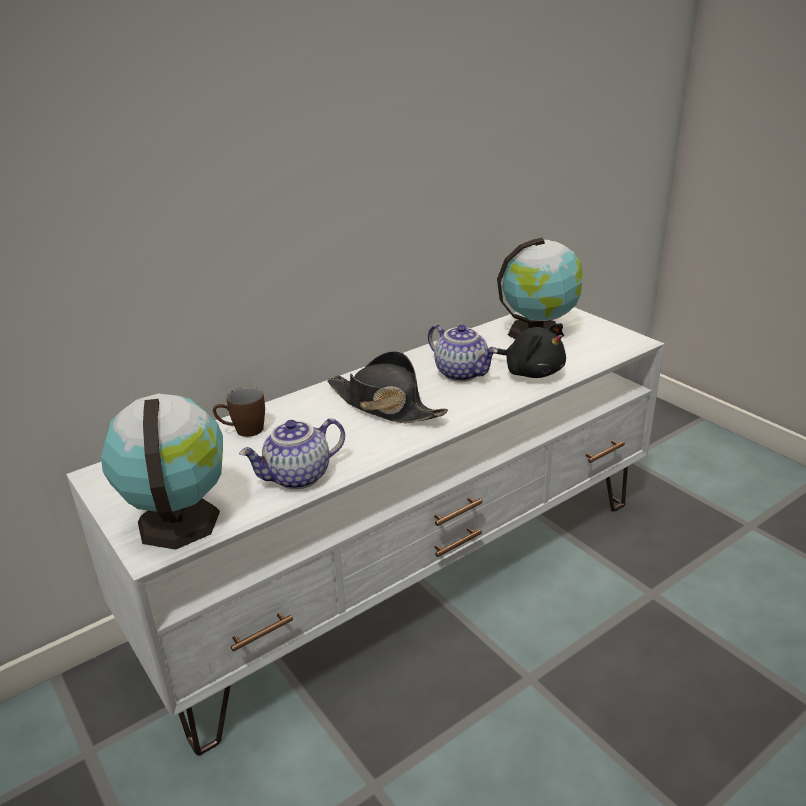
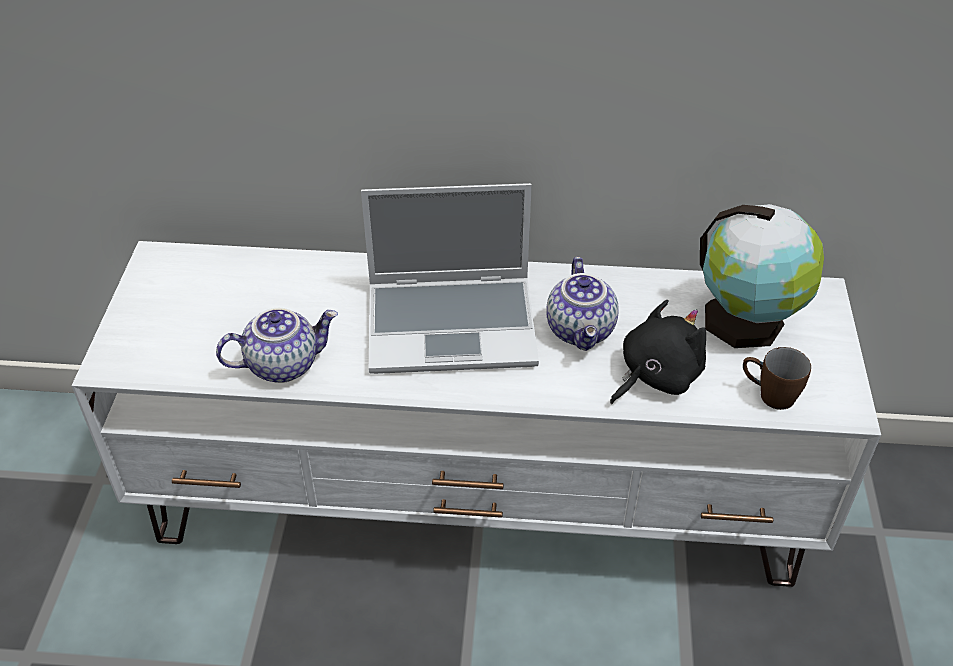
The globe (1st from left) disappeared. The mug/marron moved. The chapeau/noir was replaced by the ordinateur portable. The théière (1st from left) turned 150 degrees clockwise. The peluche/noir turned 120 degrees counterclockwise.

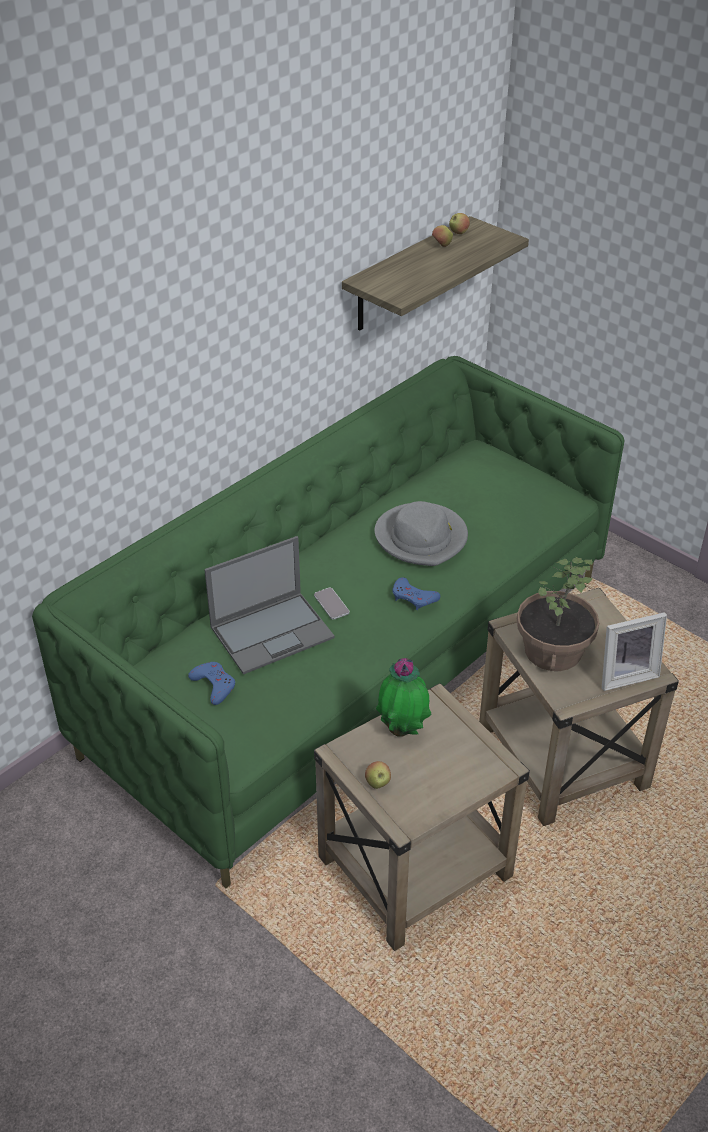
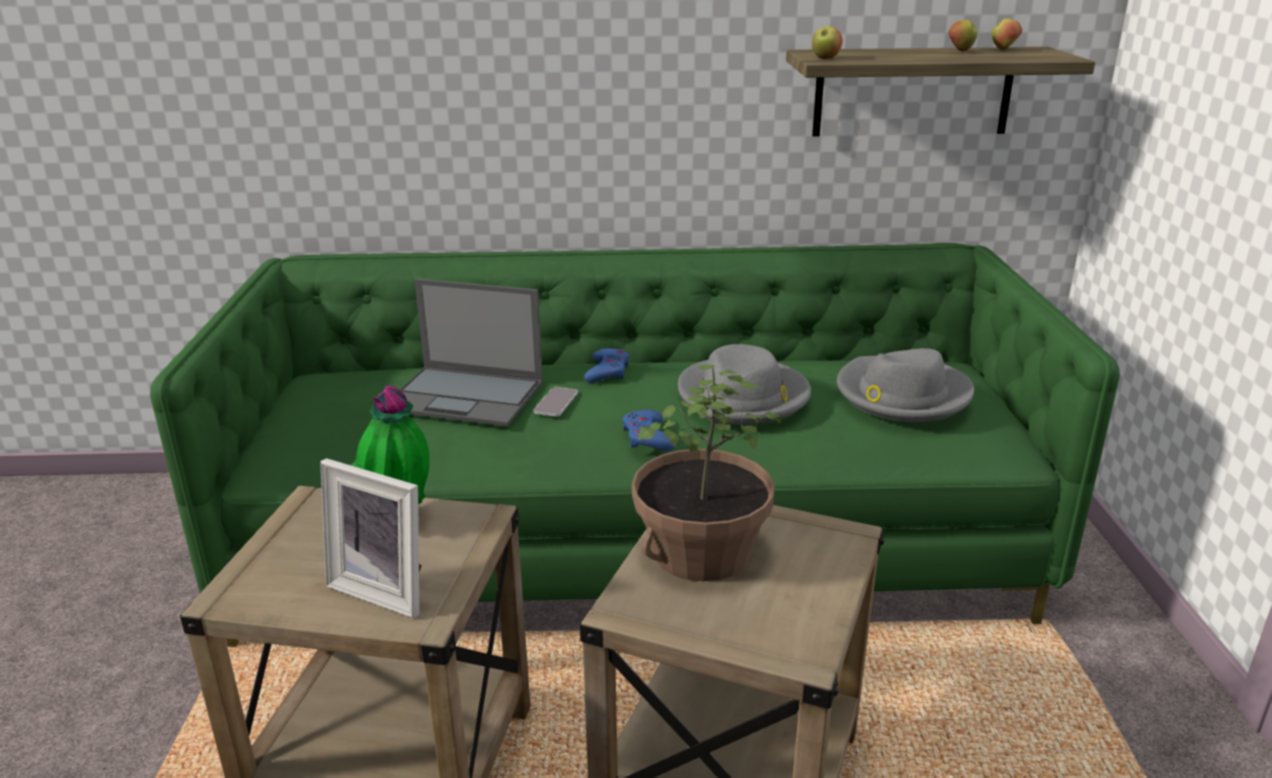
The chapeau/gris (2nd from left) appeared. The manette/bleu (1st from left) moved. The pomme (1st from left) moved. The cadre photo moved.

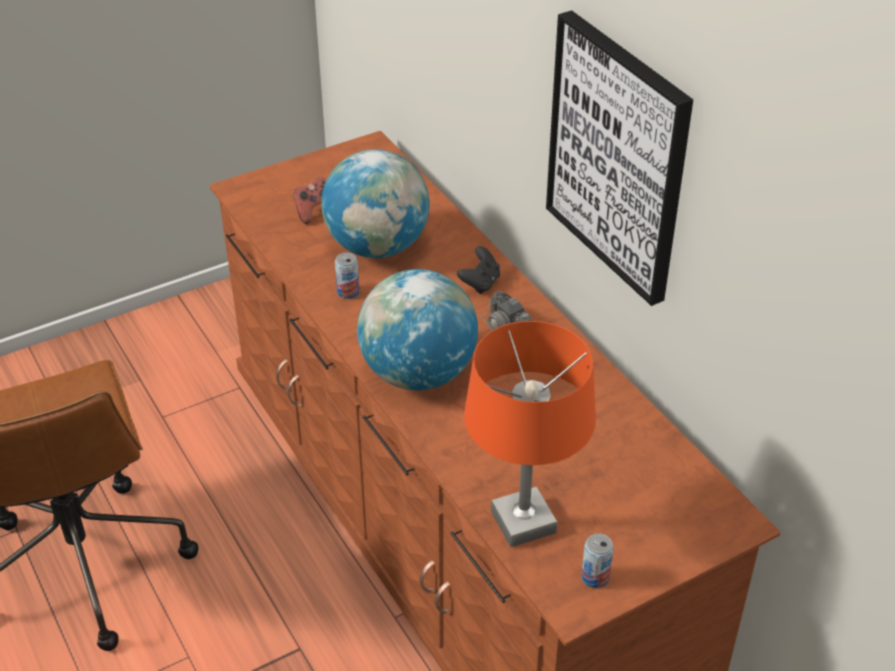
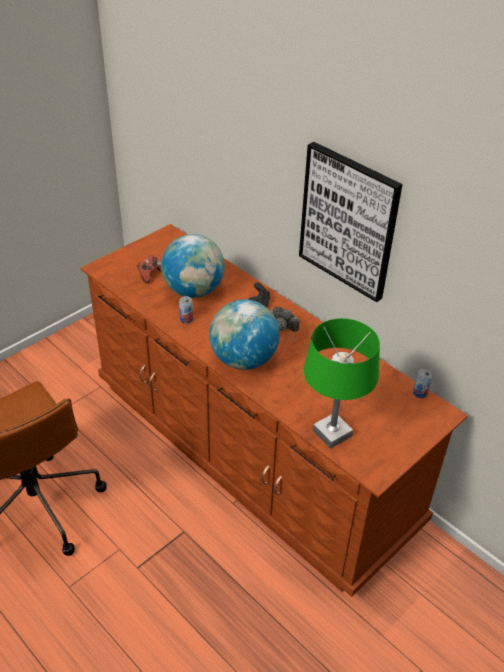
The boîte métallique (2nd from left) moved. The lampe de table/orange became the lampe de table/vert.

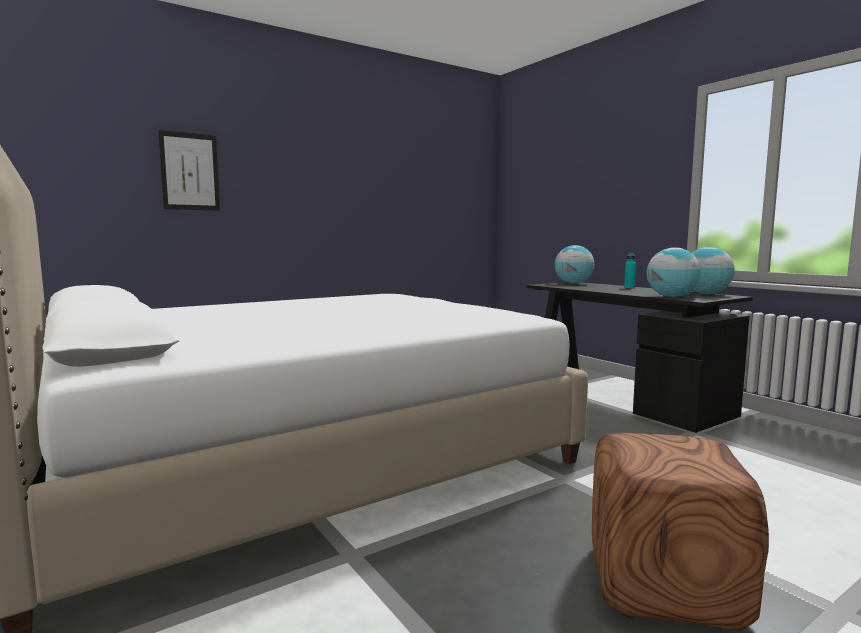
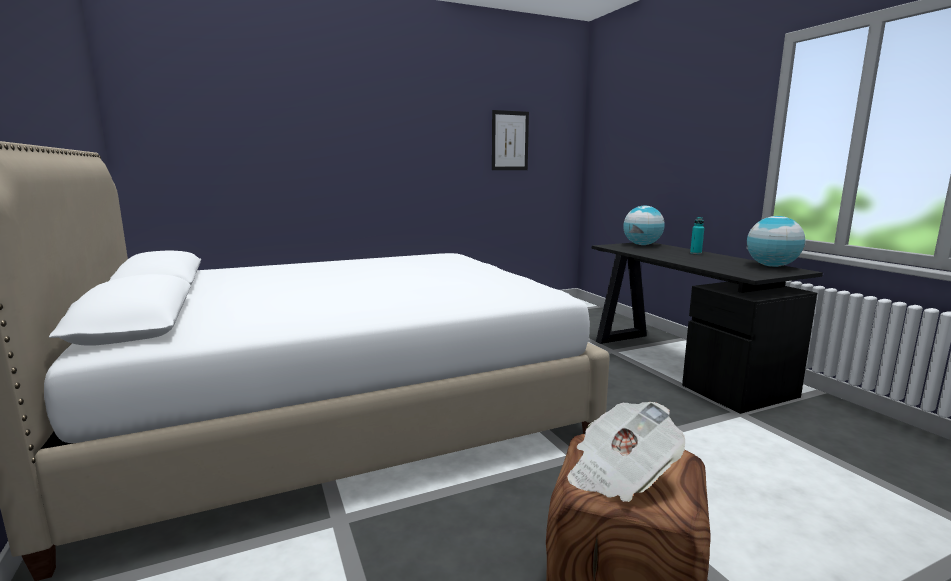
The globe (2nd from left) disappeared. The journal appeared. The tableau moved.

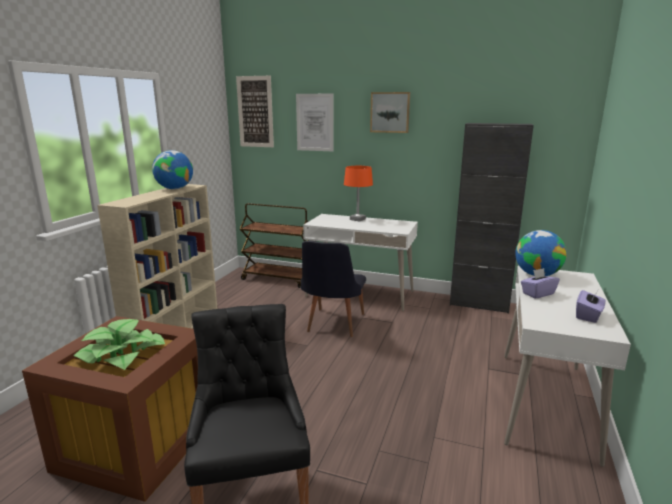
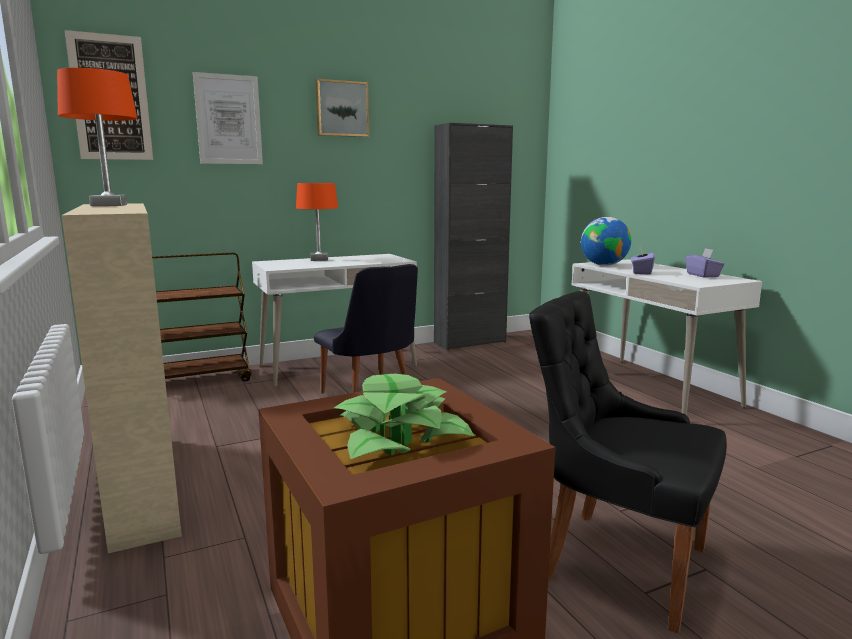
The globe (1st from left) was replaced by the lampe de table/orange (1st from left).

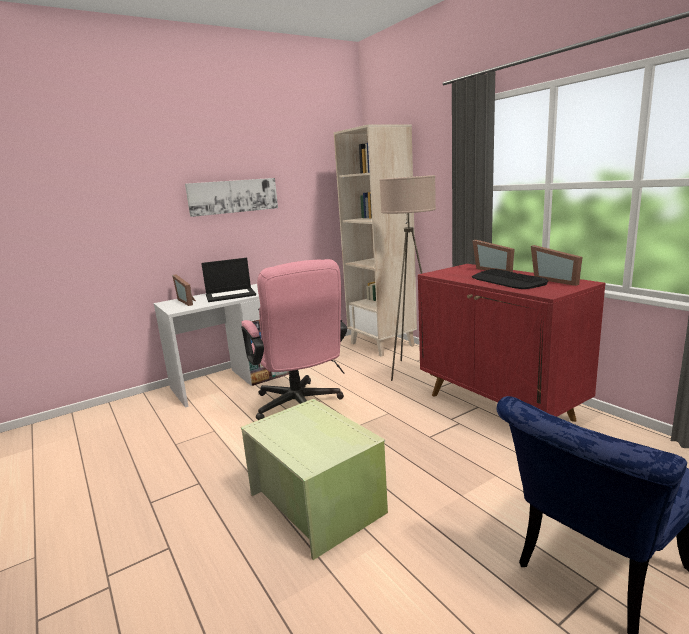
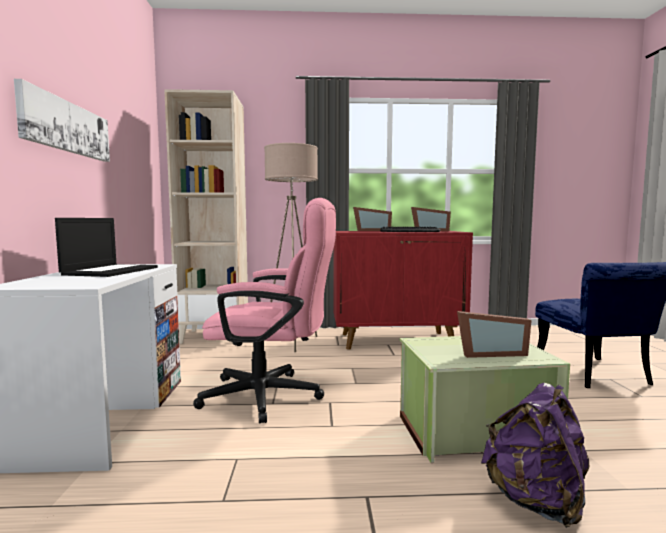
The sac à dos/violet appeared. The cadre photo (1st from left in the first image) moved.

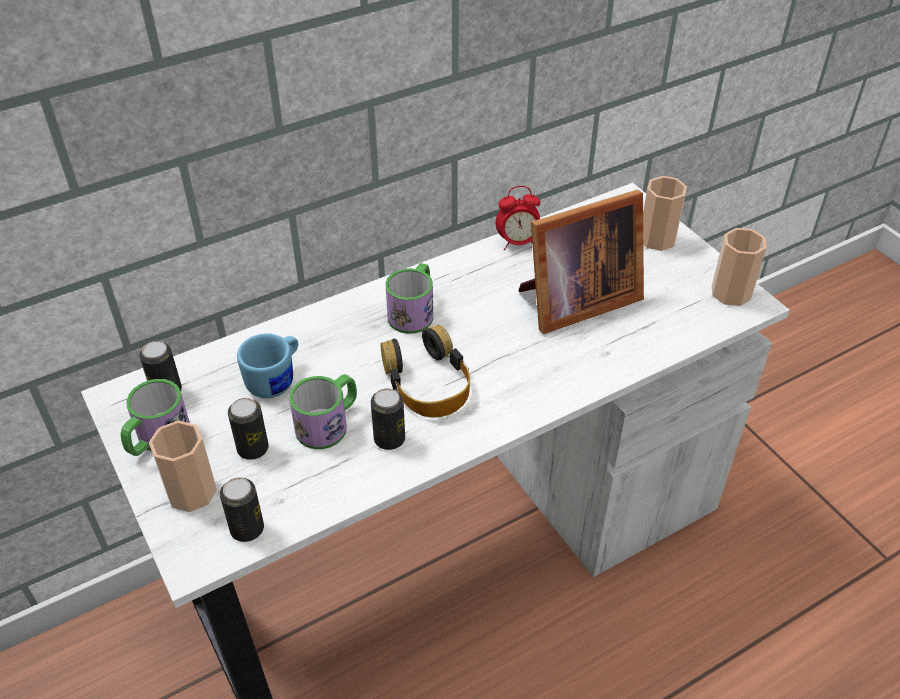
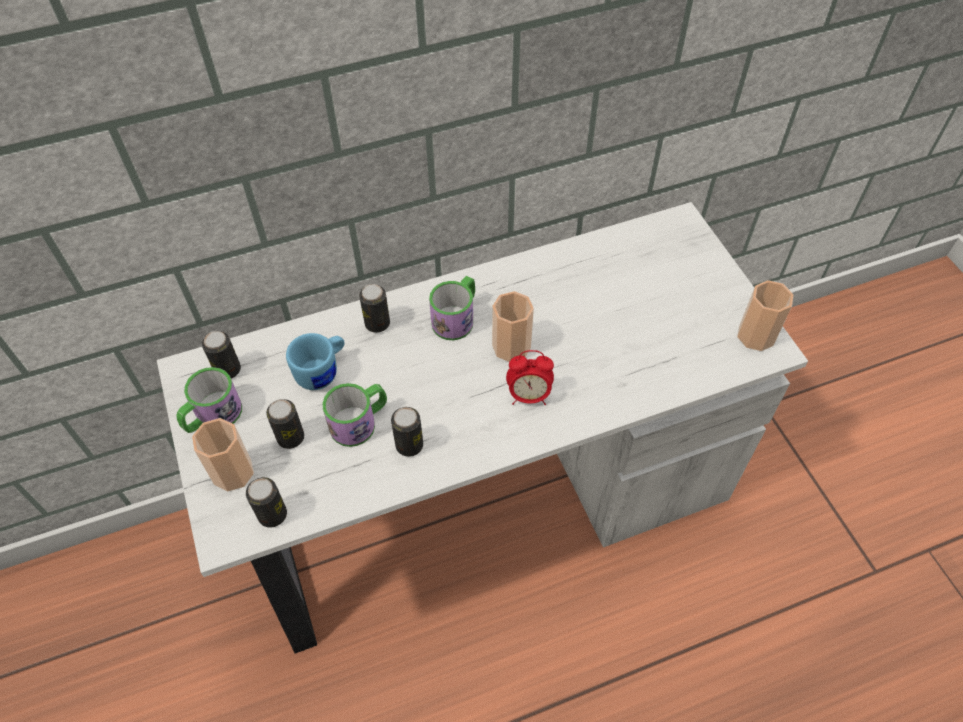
The casque audio disappeared. The cadre photo disappeared. The boîte métallique (4th from left) appeared. The réveil moved. The tasse (2nd from left) moved.

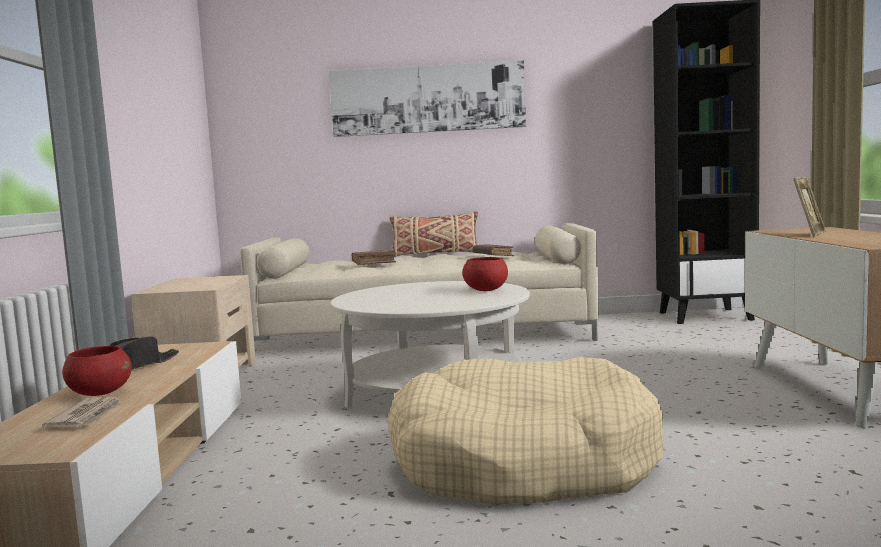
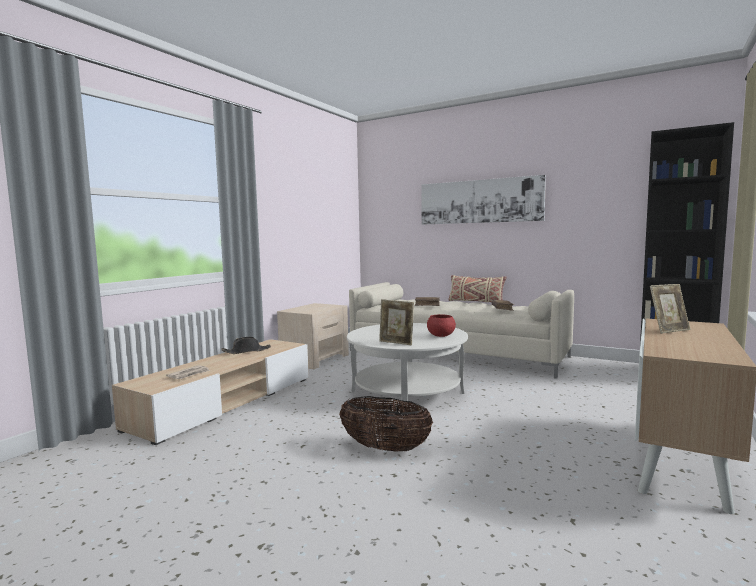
The bol/rouge (1st from left) disappeared. The cadre photo (1st from left) appeared. The panier pour chien/beige was replaced by the panier.

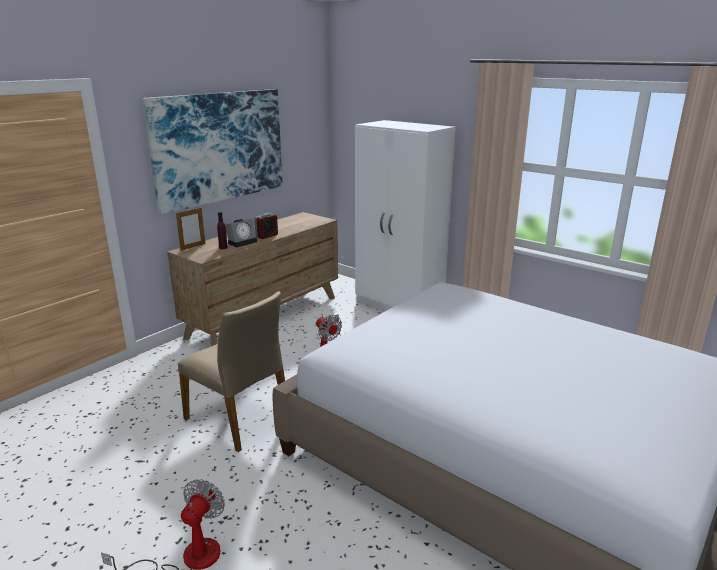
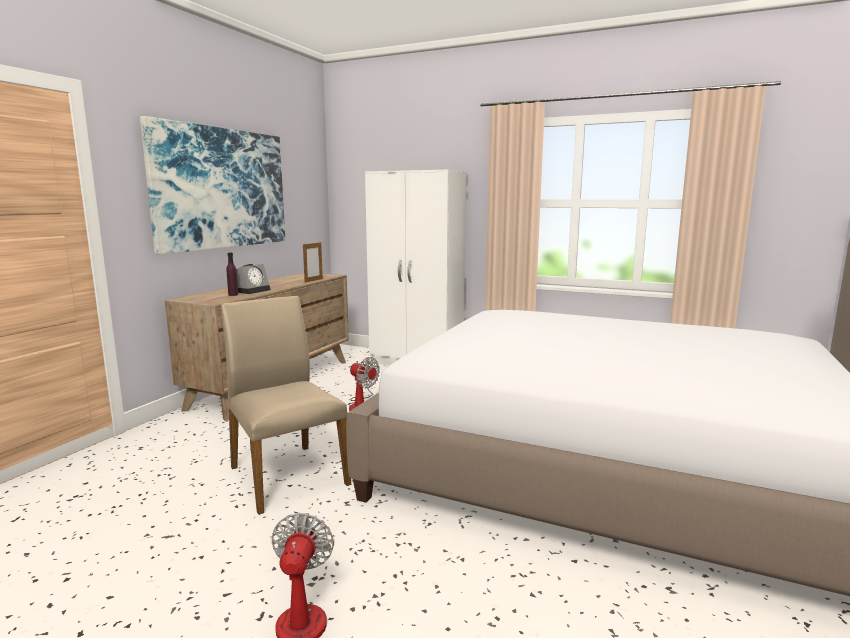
The réveil (2nd from left) disappeared. The cadre photo moved. The chaise/beige turned 150 degrees counterclockwise.

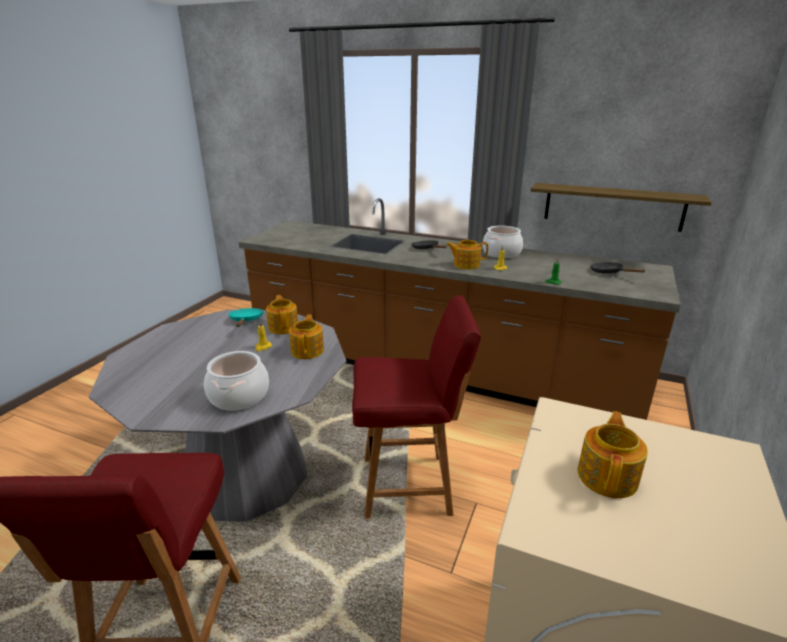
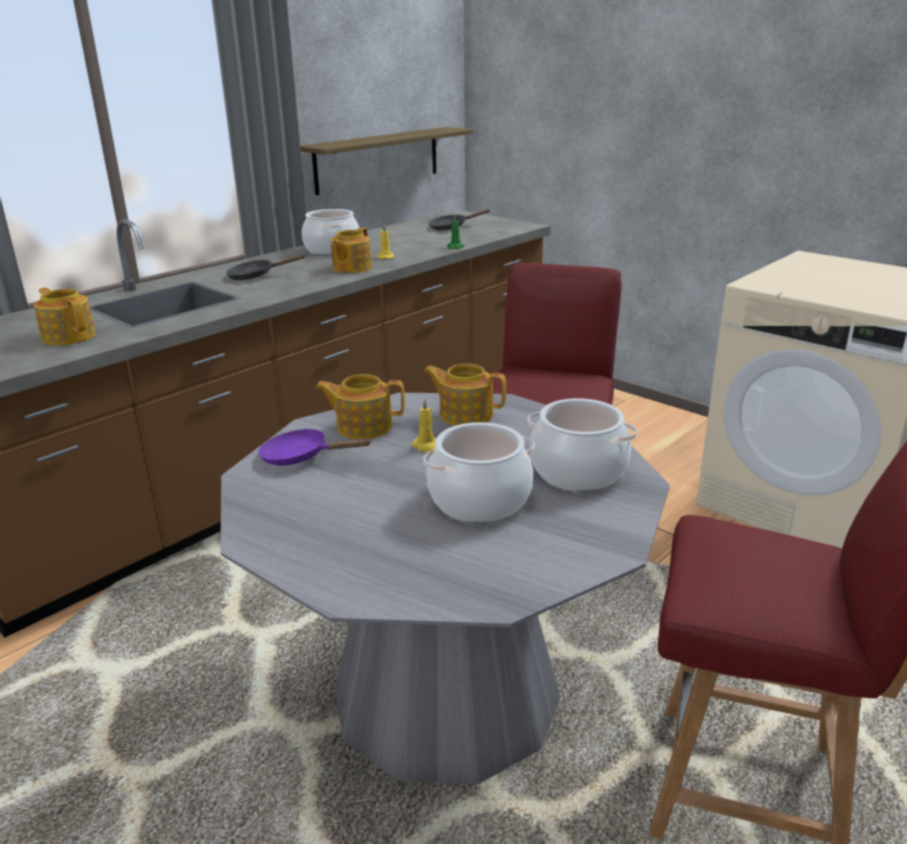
The marmite (2nd from left) appeared. The théière (4th from left in the first image) moved. The poêle/turquoise became the poêle/violet.

